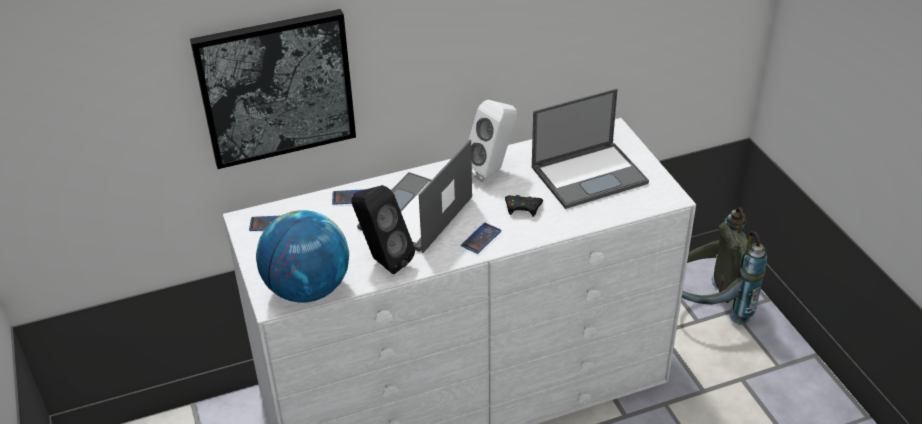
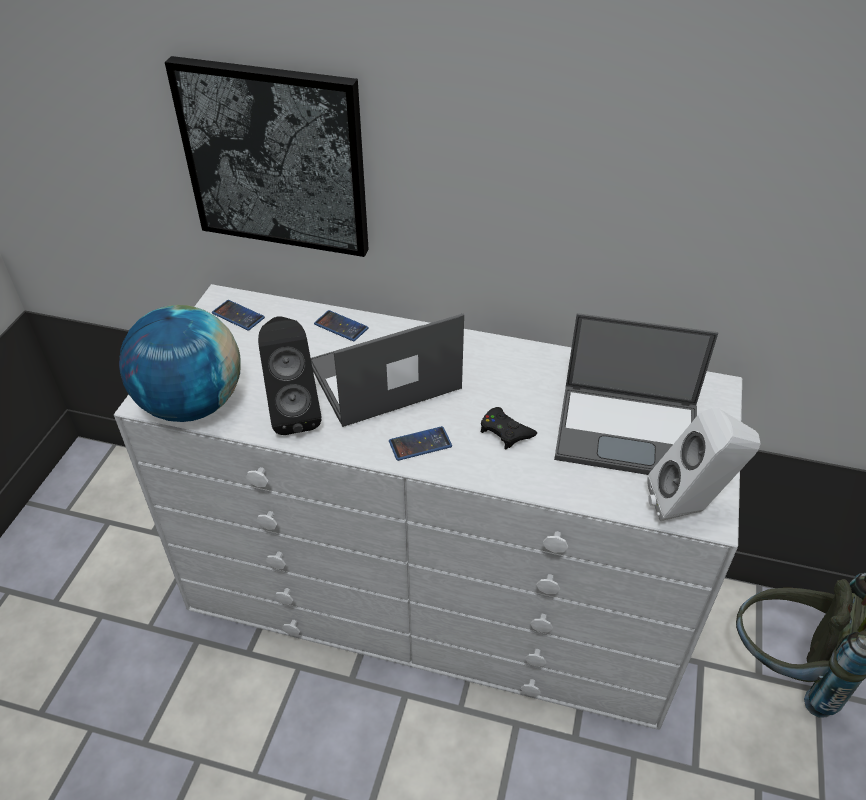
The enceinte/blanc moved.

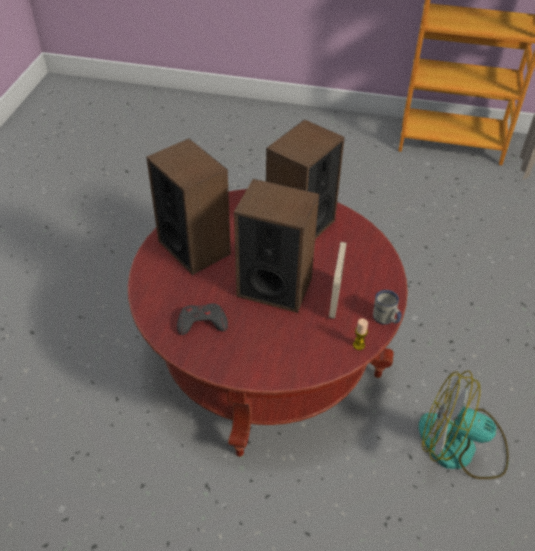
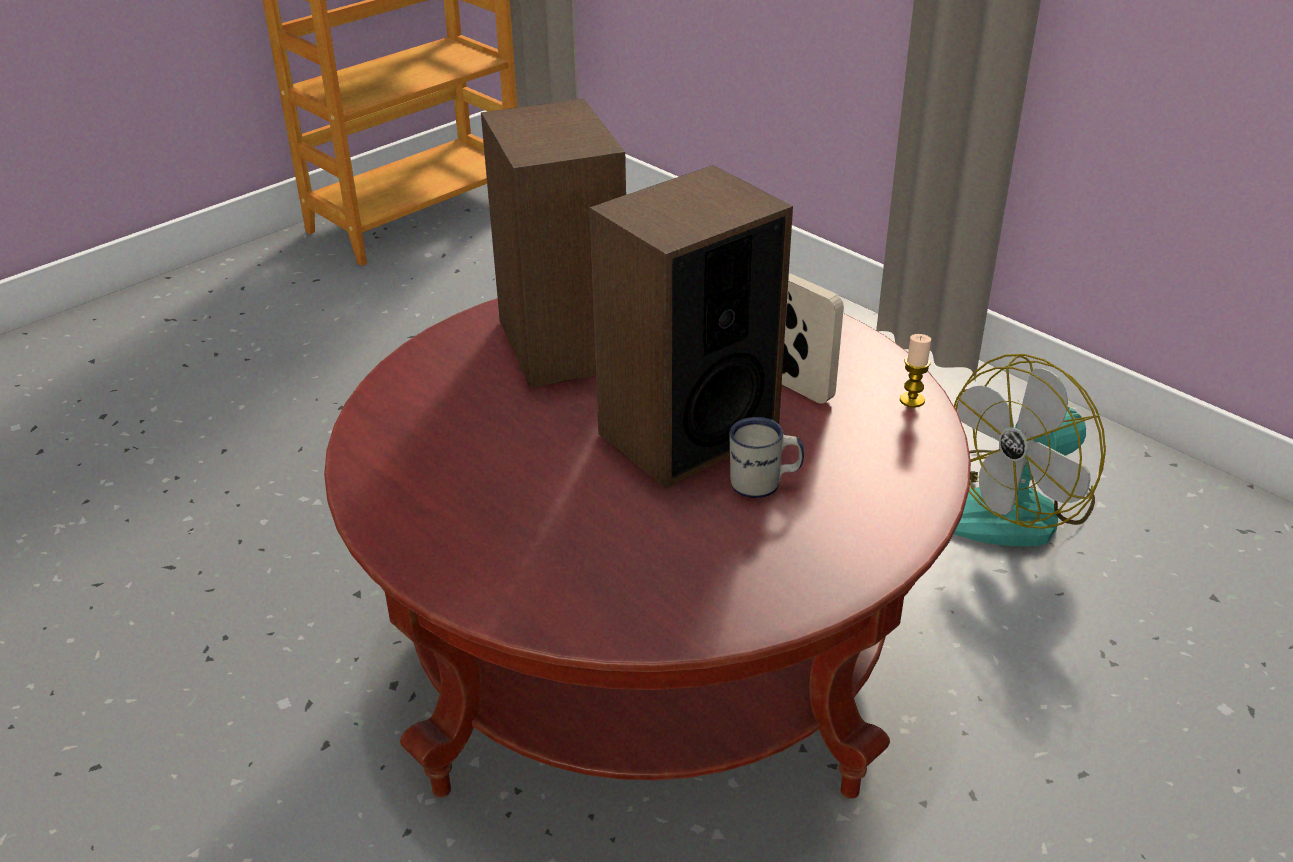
The enceinte (1st from left) disappeared. The manette/gris disappeared. The mug/blanc moved.

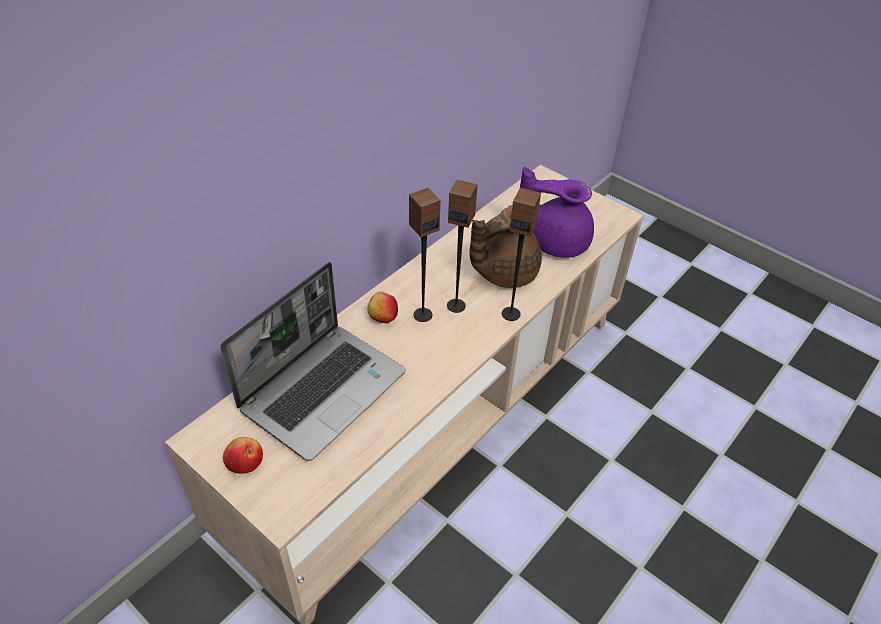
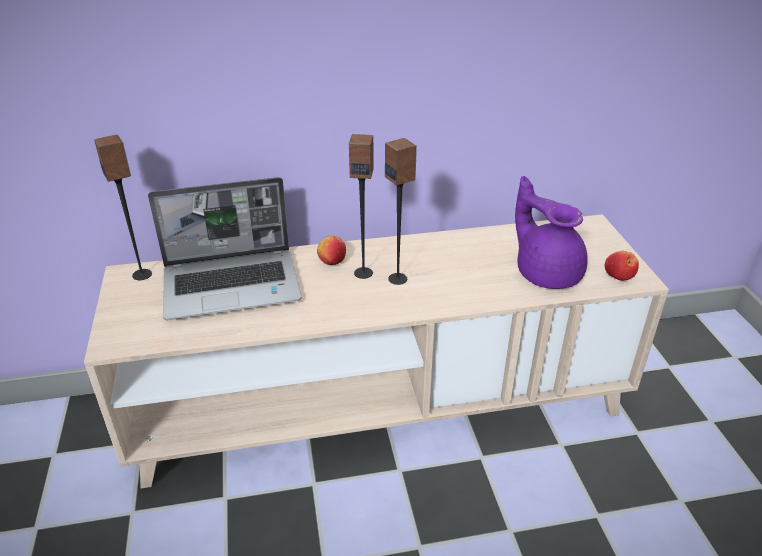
The théière/marron disappeared. The pomme (1st from left in the first image) moved. The enceinte (3rd from left in the first image) moved.

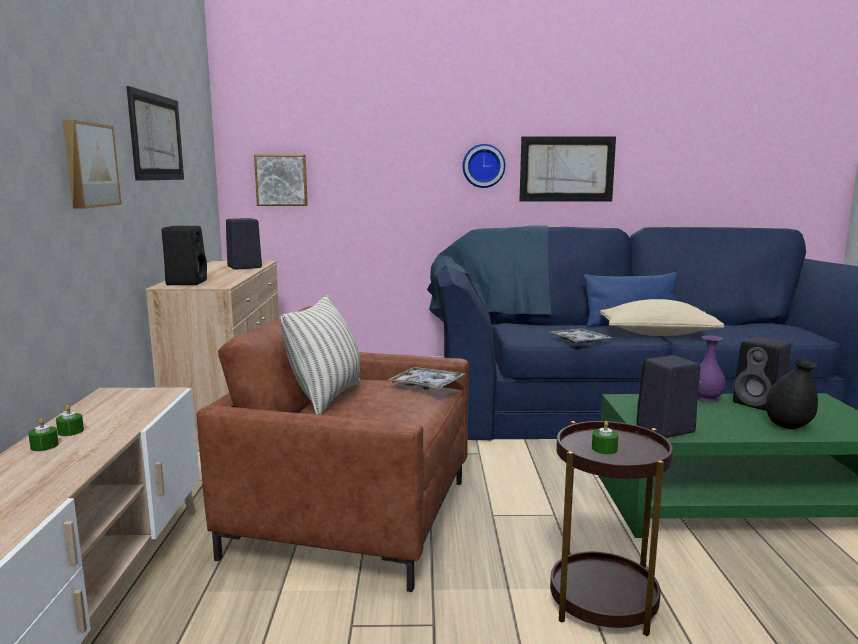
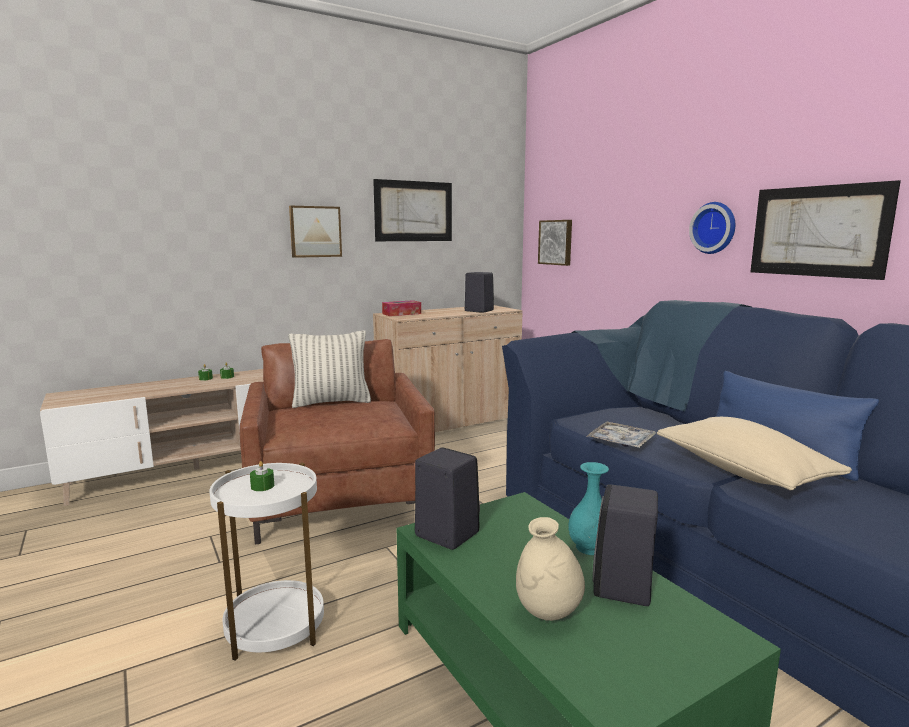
The plateau (1st from left) disappeared. The enceinte/noir (1st from left) was replaced by the boîte à mouchoirs. The table d'appoint/marron became the table d'appoint/blanc. The vase/violet became the vase/turquoise. The vase/noir became the vase/beige.

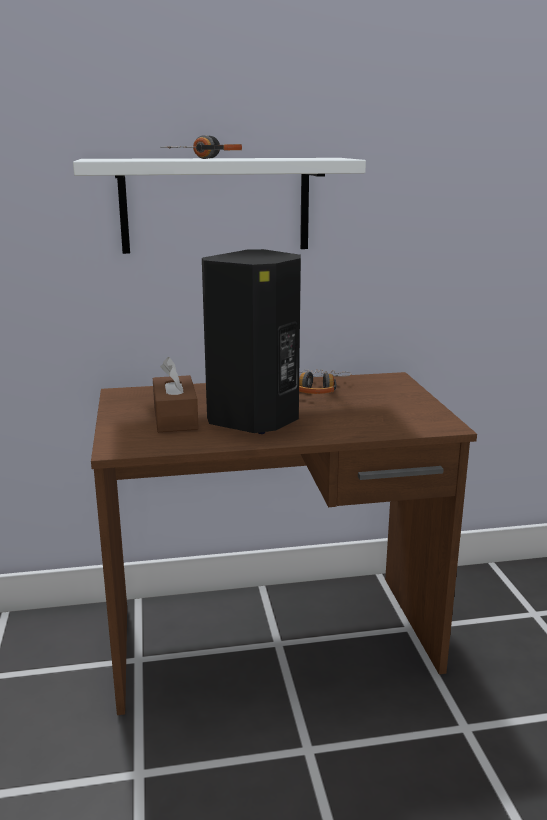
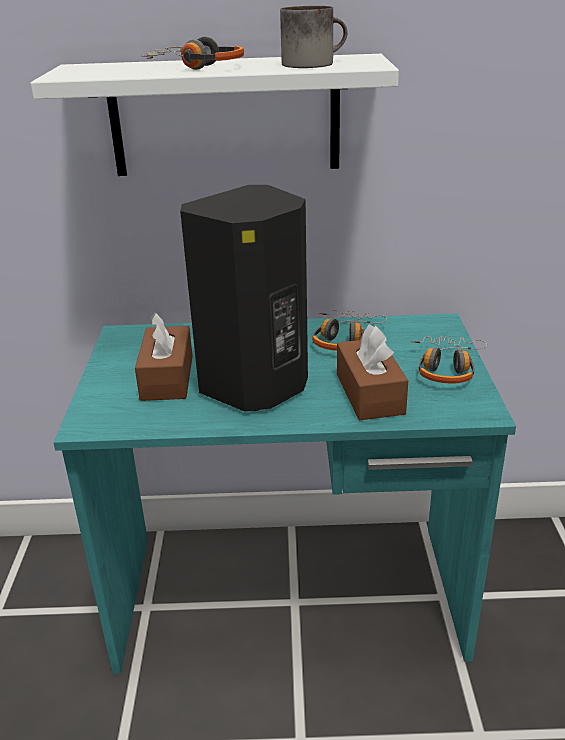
The mug appeared. The boîte à mouchoirs/marron (2nd from left) appeared. The casque audio (3rd from left) appeared. The bureau/marron became the bureau/turquoise.

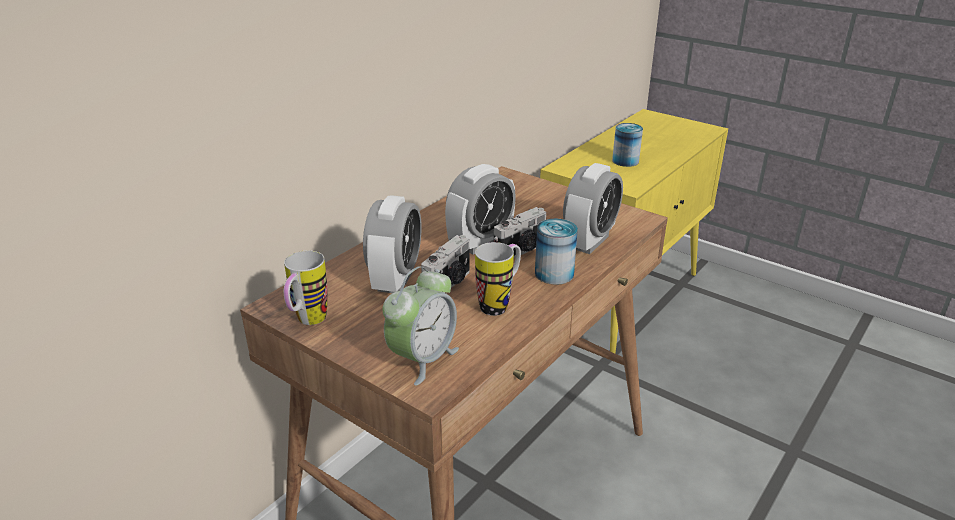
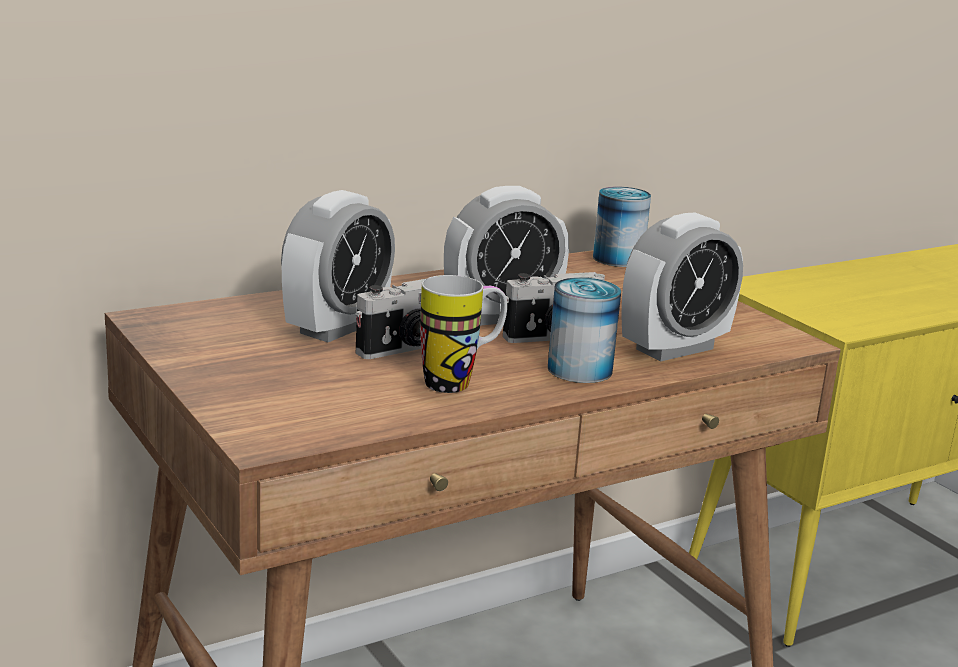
The mug (1st from left) disappeared. The réveil (2nd from left) disappeared. The boîte métallique (2nd from left) moved.

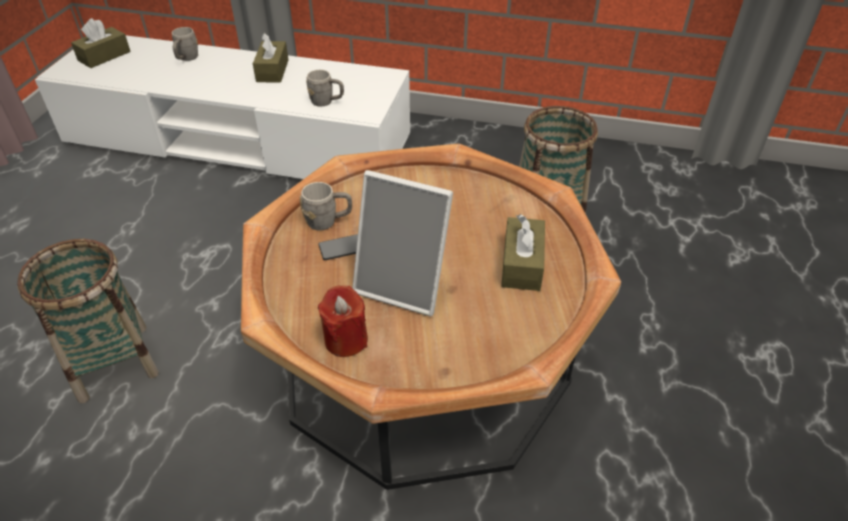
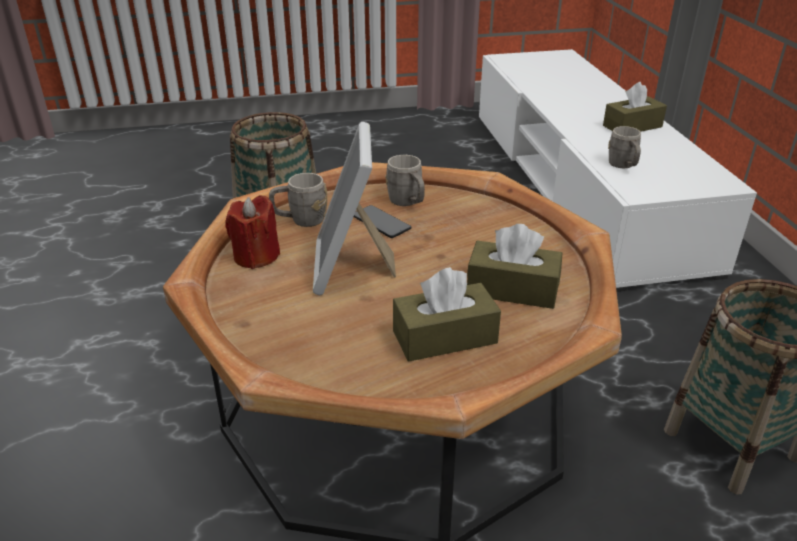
The boîte à mouchoirs/marron (1st from left in the first image) moved. The mug/gris (1st from left) moved.

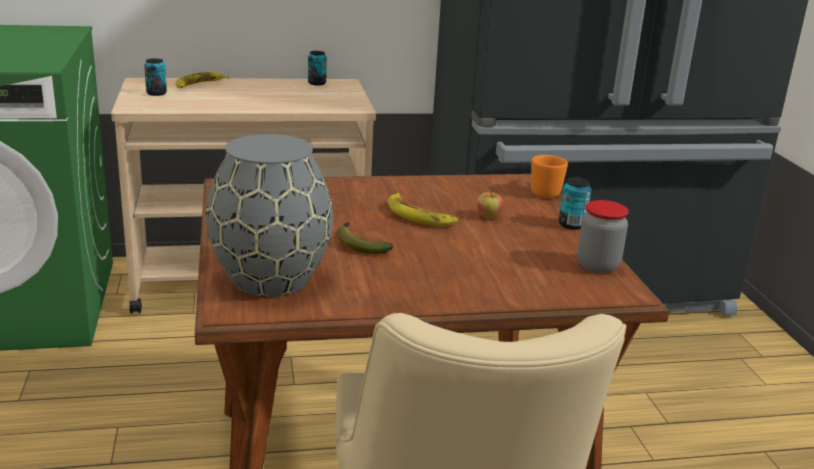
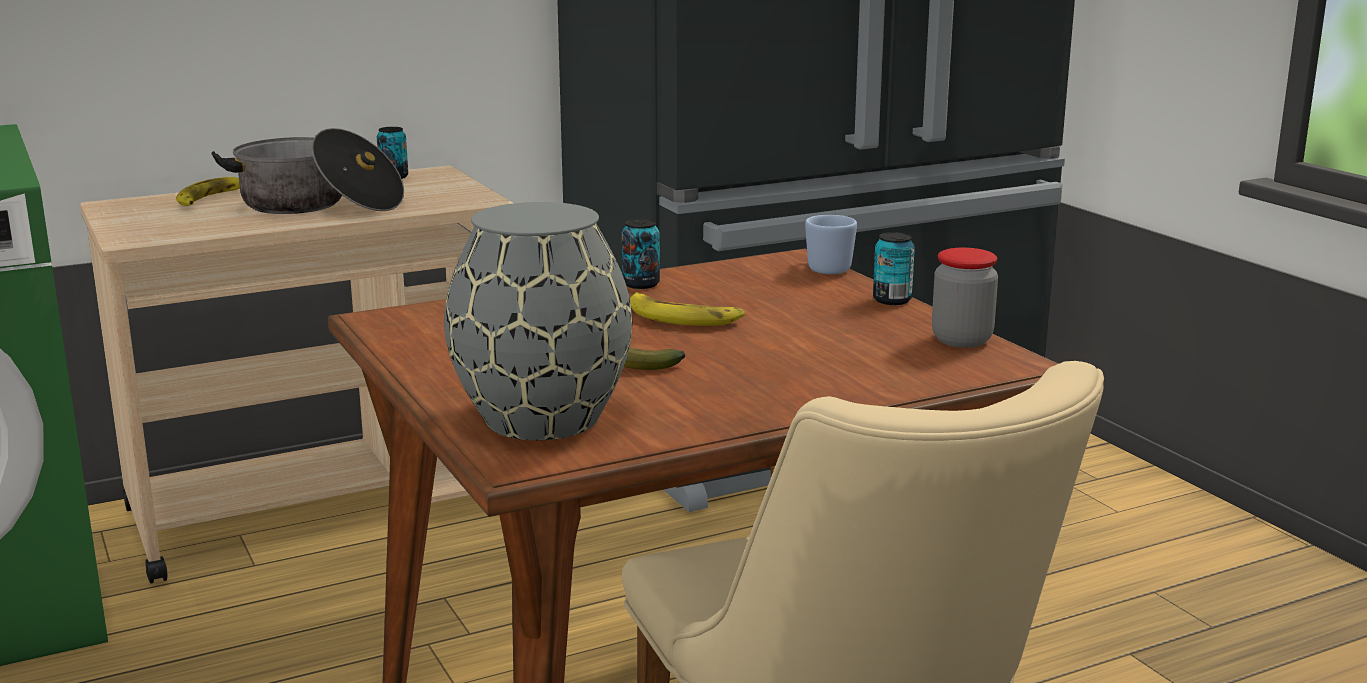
The pomme disappeared. The marmite appeared. The boîte métallique (1st from left in the first image) moved. The mug/orange became the mug/bleu.

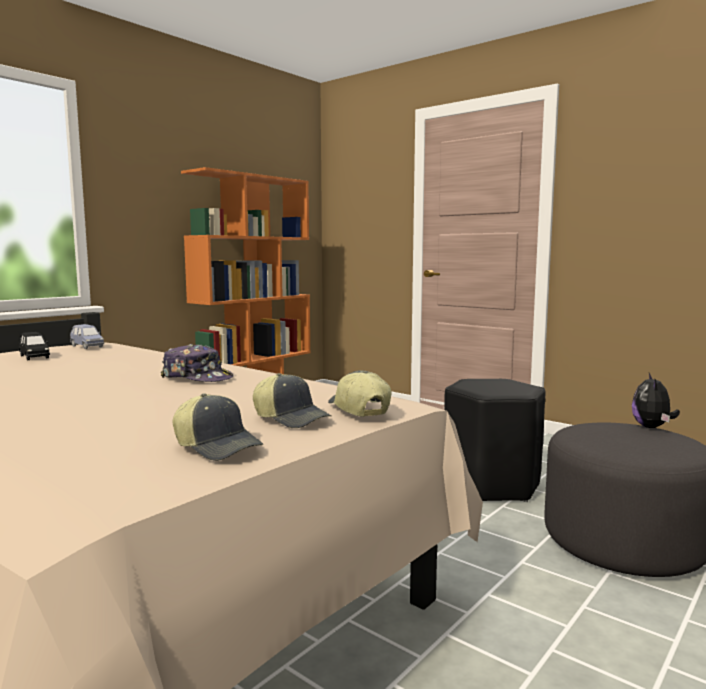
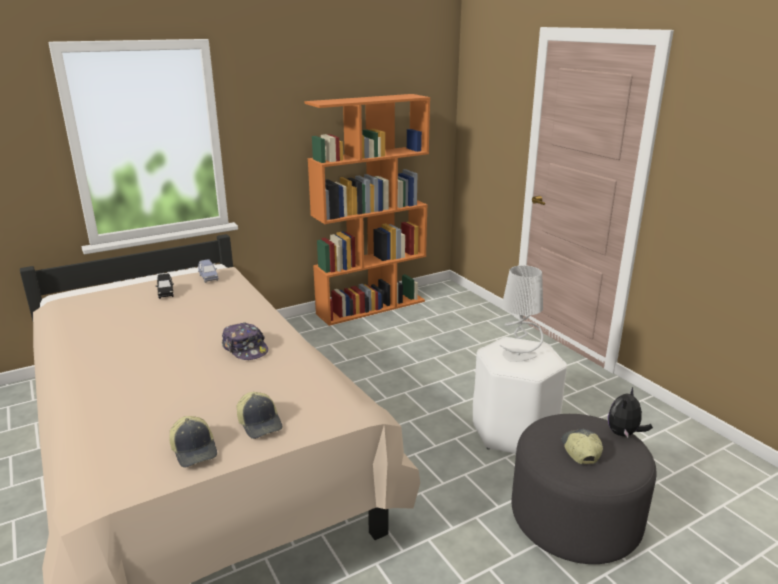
The lampe de table/gris appeared. The casquette (4th from left) moved. The tabouret/noir became the tabouret/blanc.

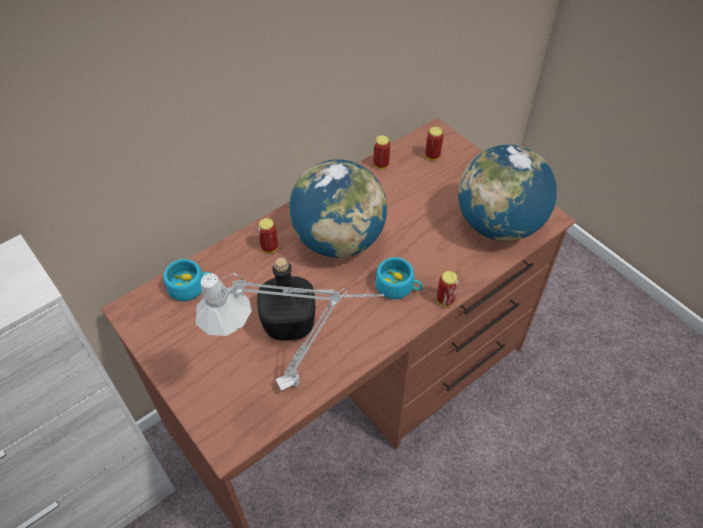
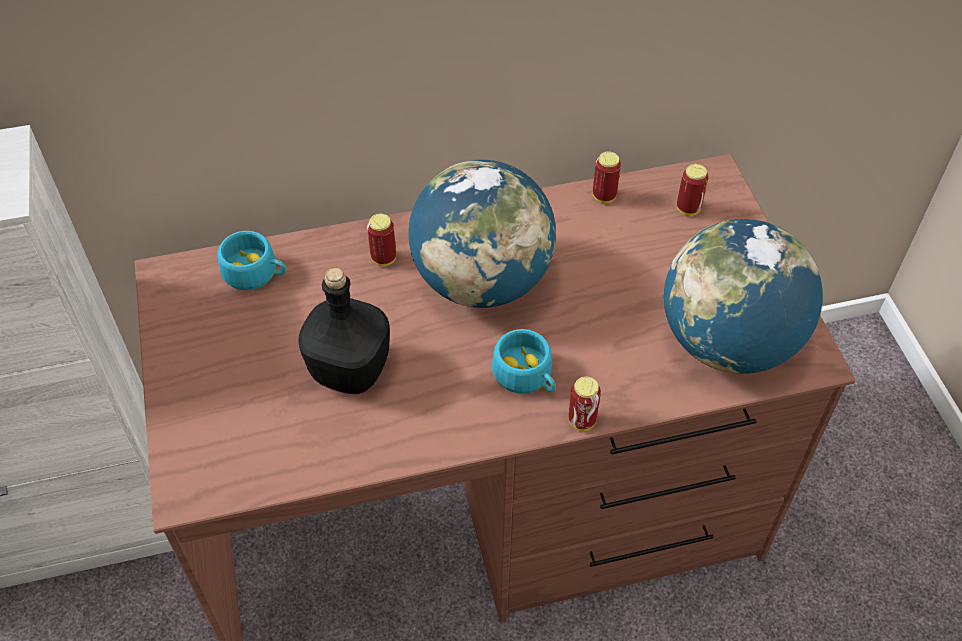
The lampe de table/gris disappeared.

